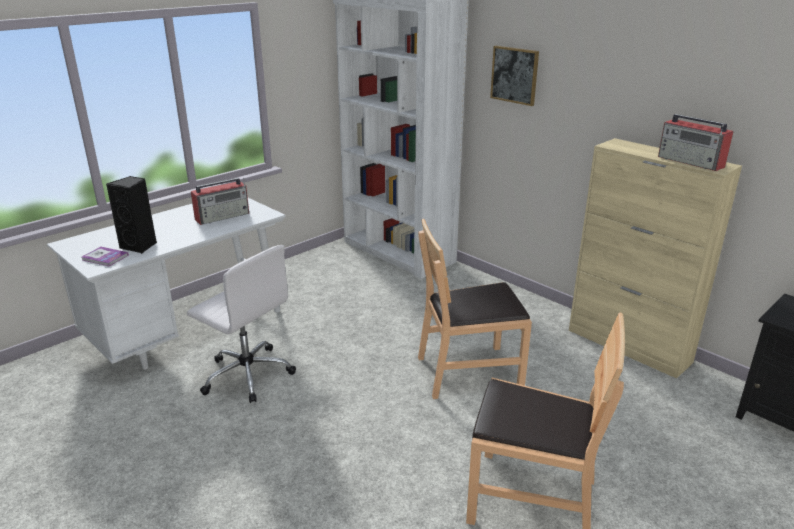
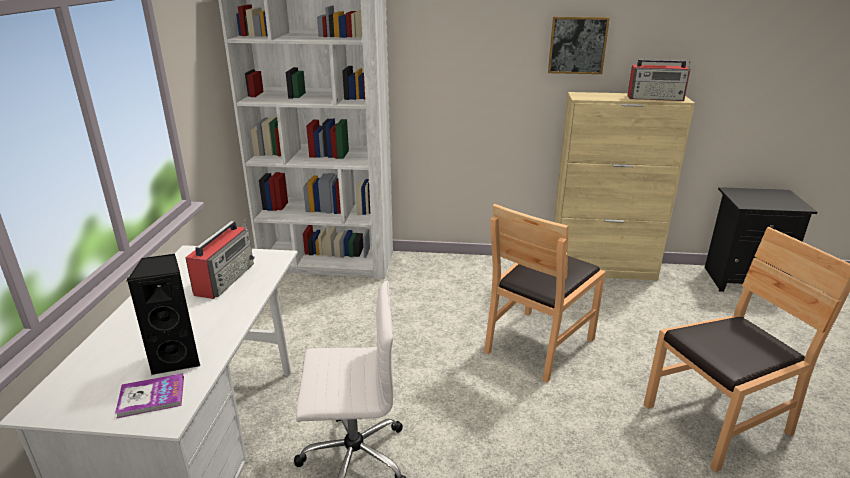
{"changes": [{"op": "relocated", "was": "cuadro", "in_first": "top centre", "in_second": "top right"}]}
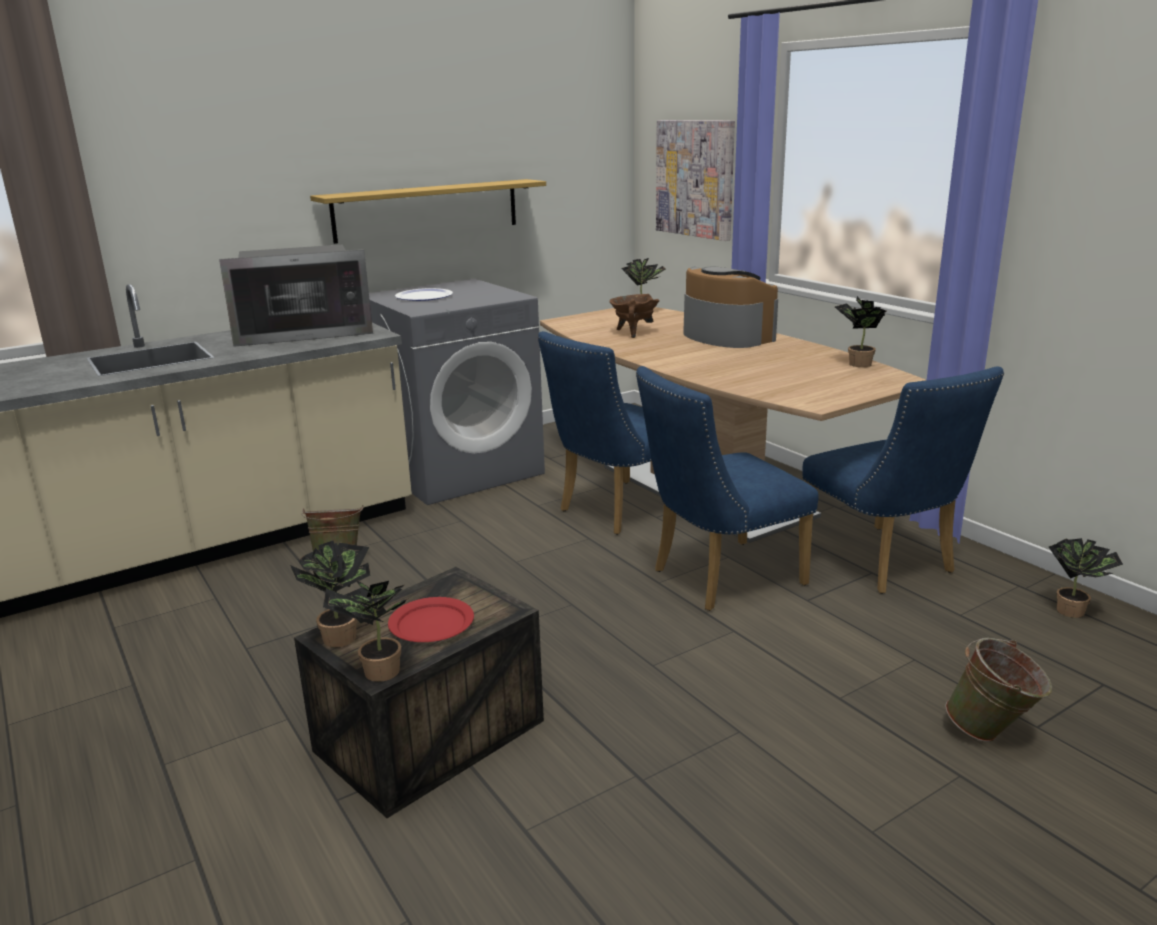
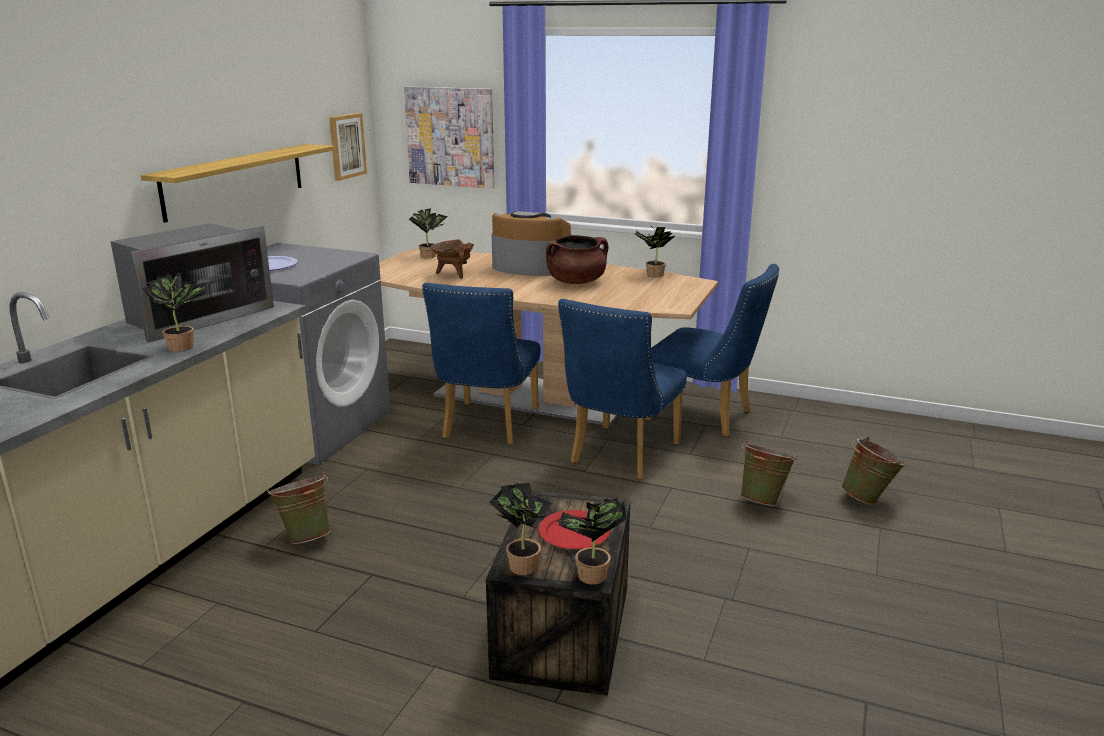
{"changes": [{"op": "relocated", "was": "planta en maceta (no. 5 from left in the first image)", "now": "planta en maceta (no. 1 from left)", "in_first": "middle right", "in_second": "middle left"}, {"op": "appeared", "now": "cuadro (no. 1 from left)", "in_second": "top left"}, {"op": "appeared", "now": "olla (marrón) (no. 2 from left)", "in_second": "centre"}, {"op": "appeared", "now": "cubo (verde) (no. 2 from left)", "in_second": "middle right"}]}
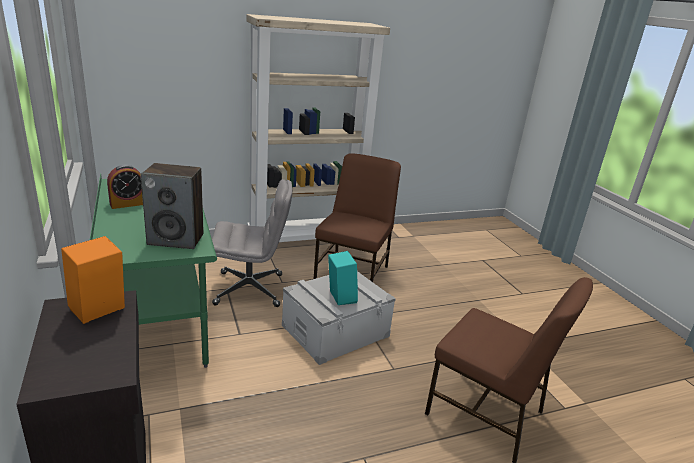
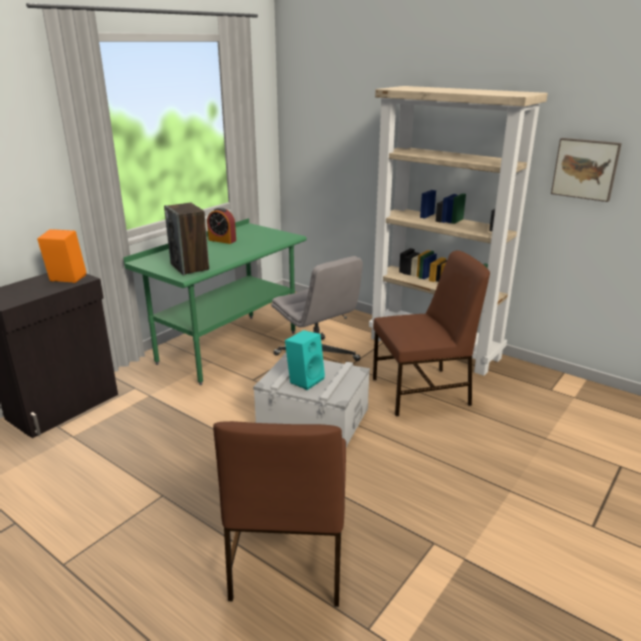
{"changes": [{"op": "appeared", "now": "cuadro", "in_second": "top right"}]}
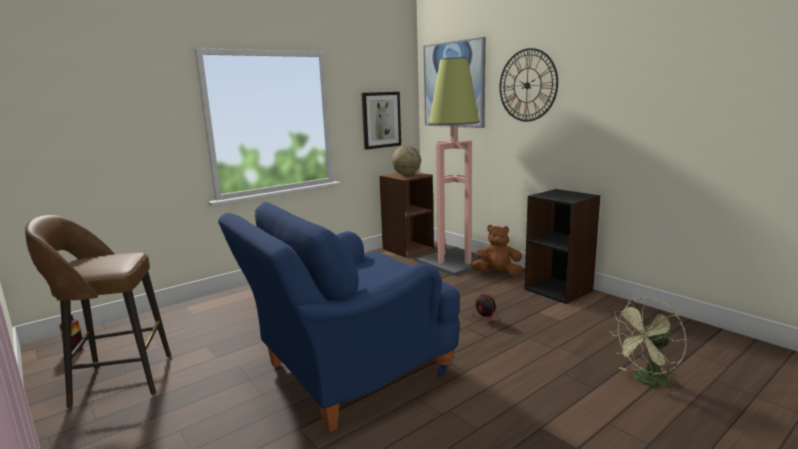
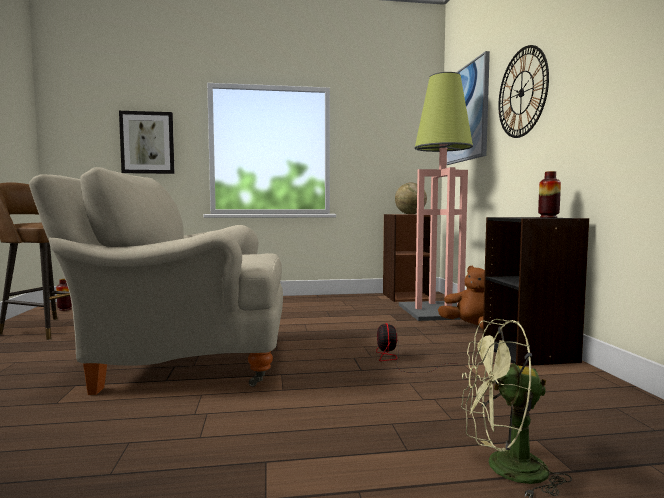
{"changes": [{"op": "relocated", "was": "cuadro (no. 1 from left)", "in_first": "top centre", "in_second": "top left"}, {"op": "colour", "was": "sillón (azul)", "now": "sillón (beis)", "in_first": "bottom centre", "in_second": "middle left"}, {"op": "appeared", "now": "florero (no. 2 from left)", "in_second": "middle right"}]}
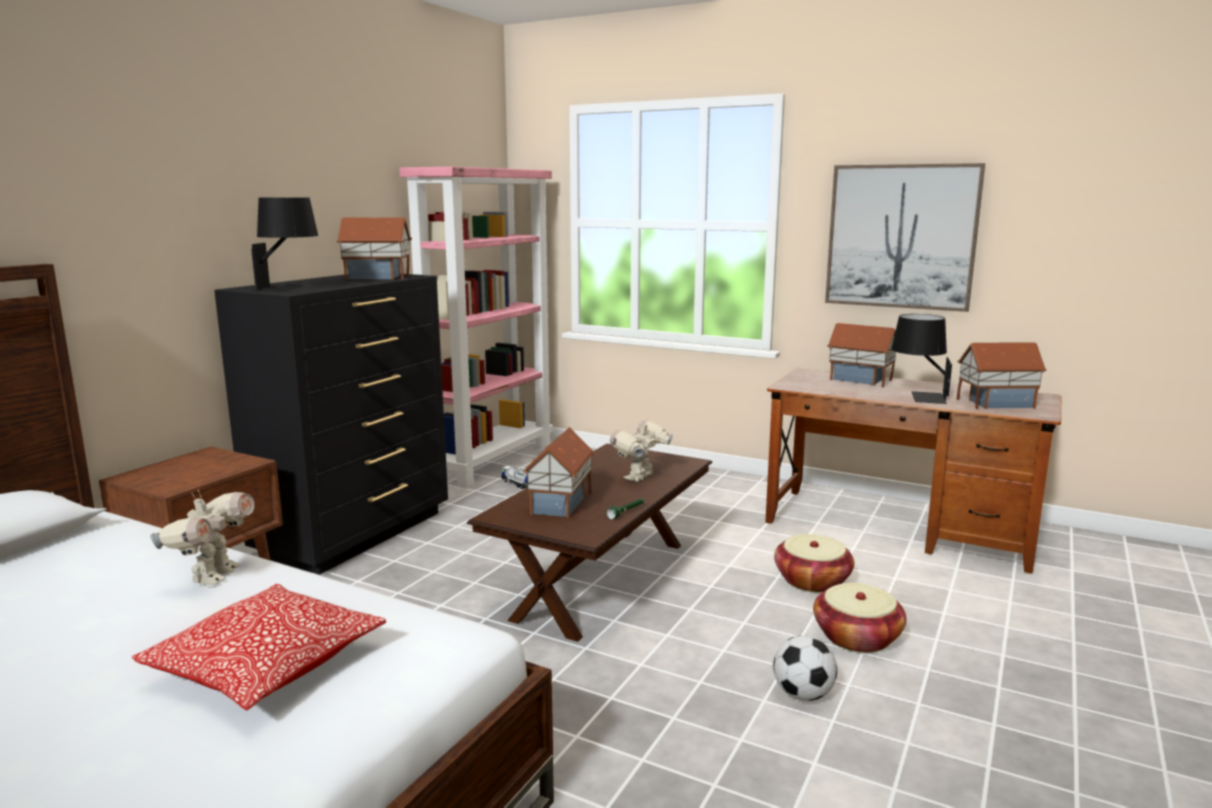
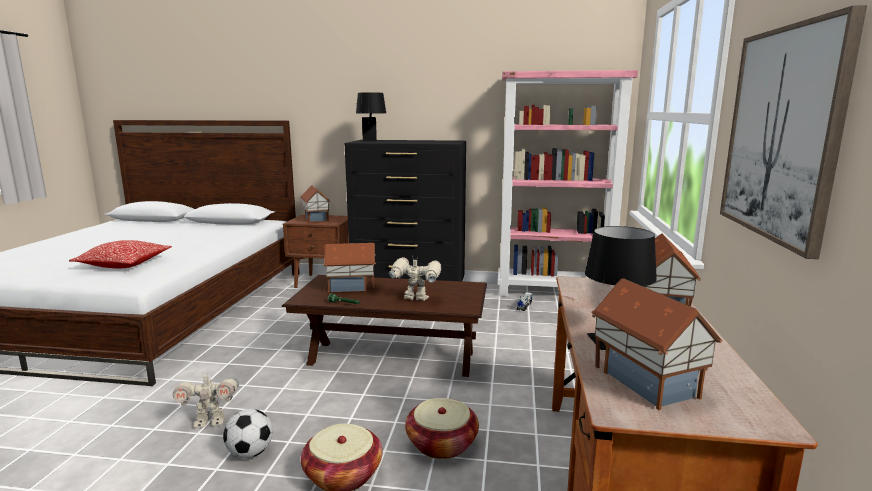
{"changes": [{"op": "relocated", "was": "casita (no. 1 from left)", "in_first": "top left", "in_second": "centre"}, {"op": "relocated", "was": "robot de juguete (no. 1 from left)", "in_first": "middle left", "in_second": "bottom left"}]}
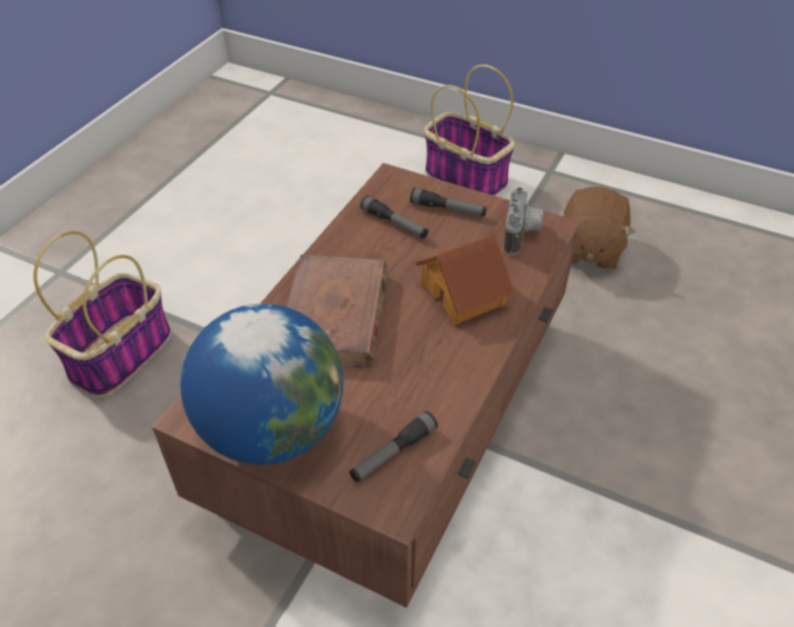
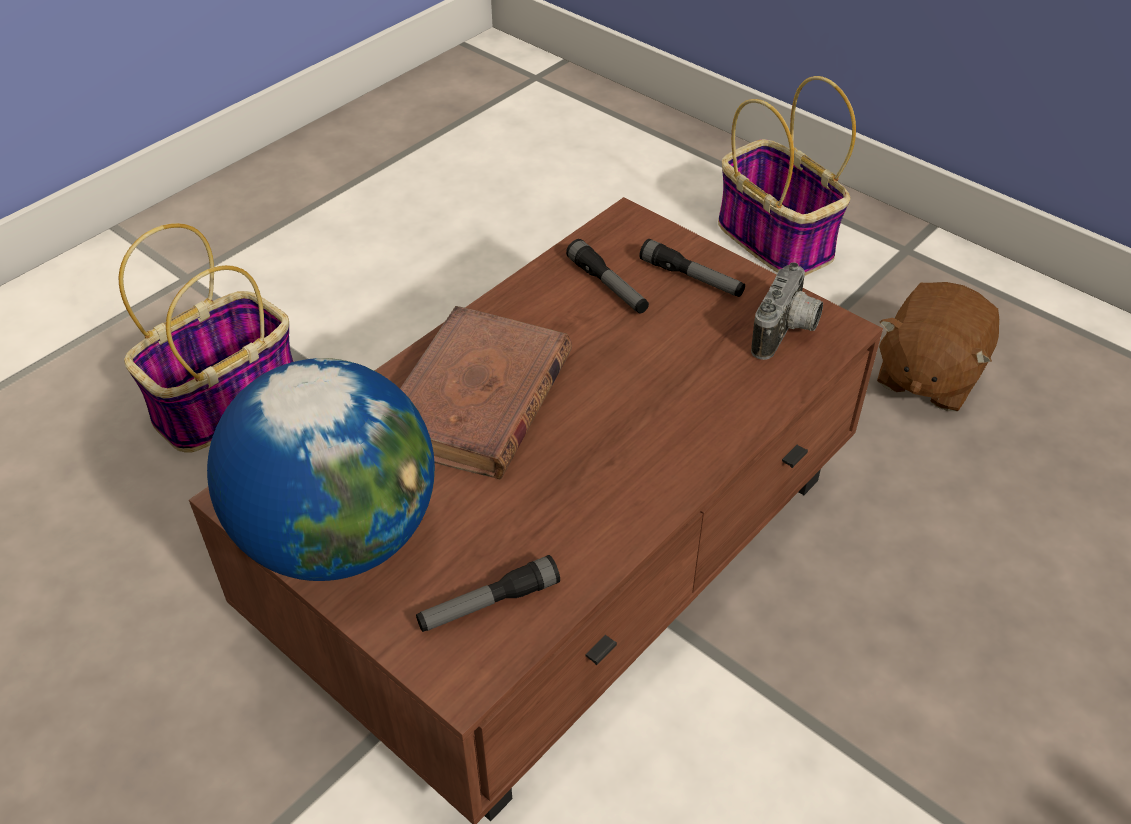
{"changes": [{"op": "missing", "was": "casita", "in_first": "centre"}]}
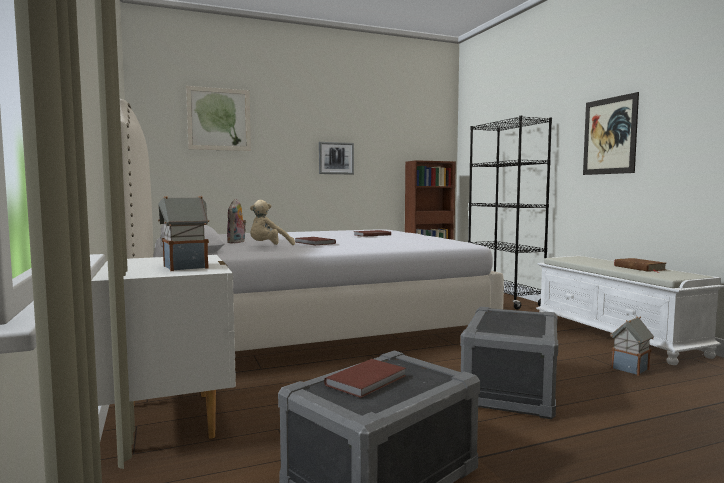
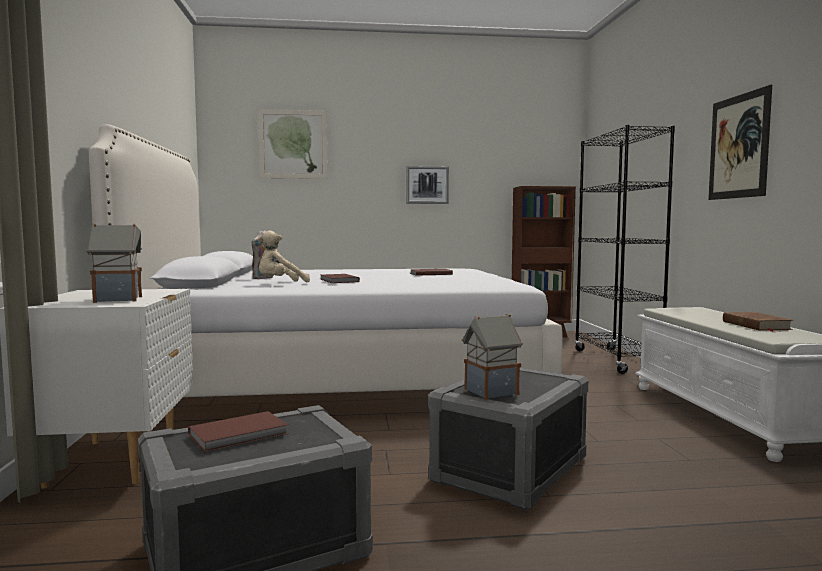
{"changes": [{"op": "relocated", "was": "casita (no. 2 from left)", "in_first": "bottom right", "in_second": "centre"}]}
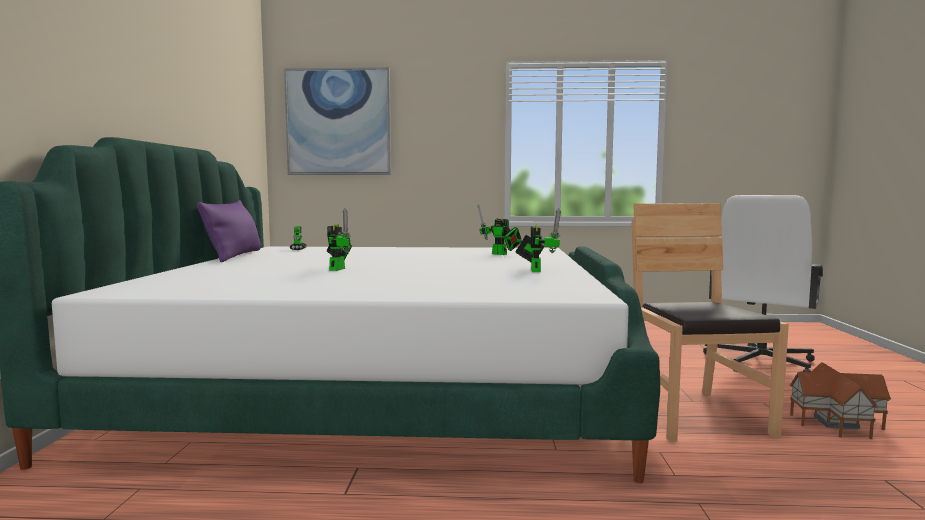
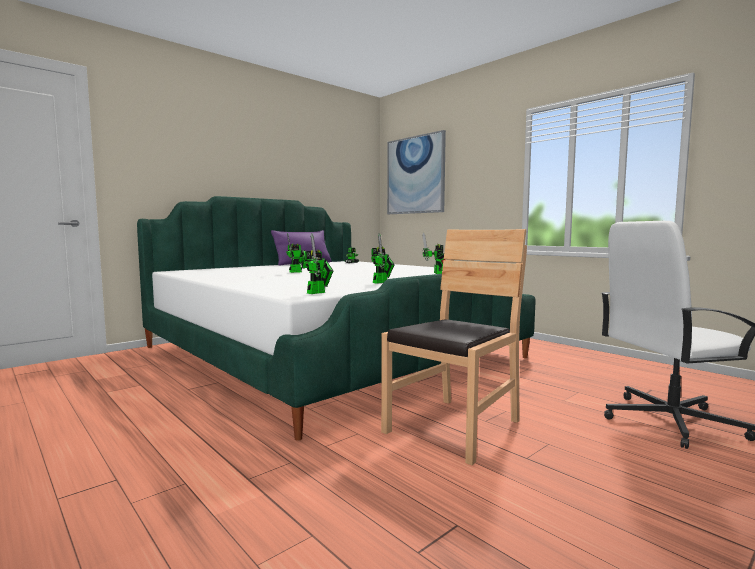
{"changes": [{"op": "missing", "was": "casita", "in_first": "bottom right"}, {"op": "appeared", "now": "robot de juguete (no. 2 from left)", "in_second": "centre"}]}
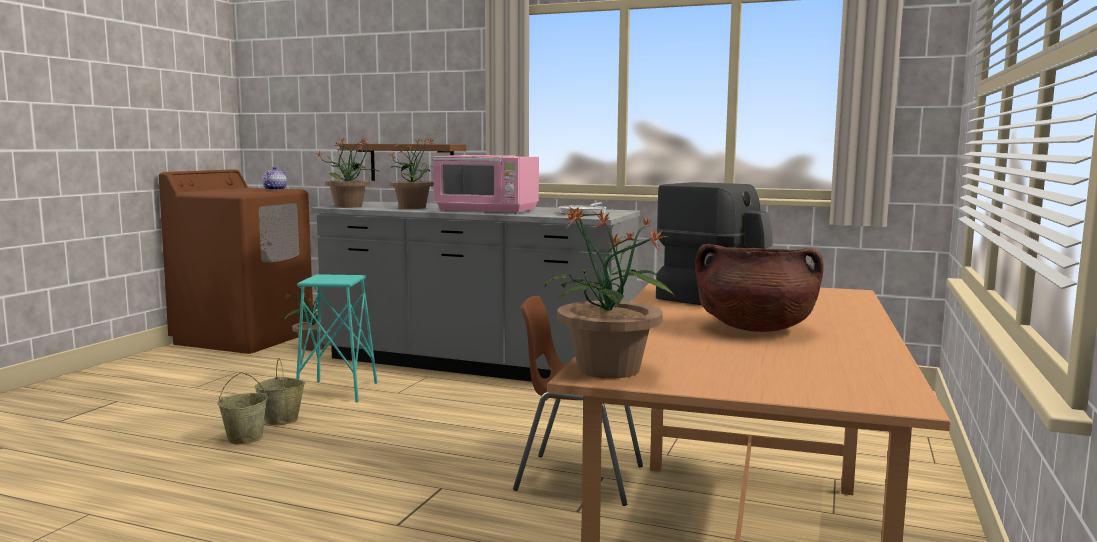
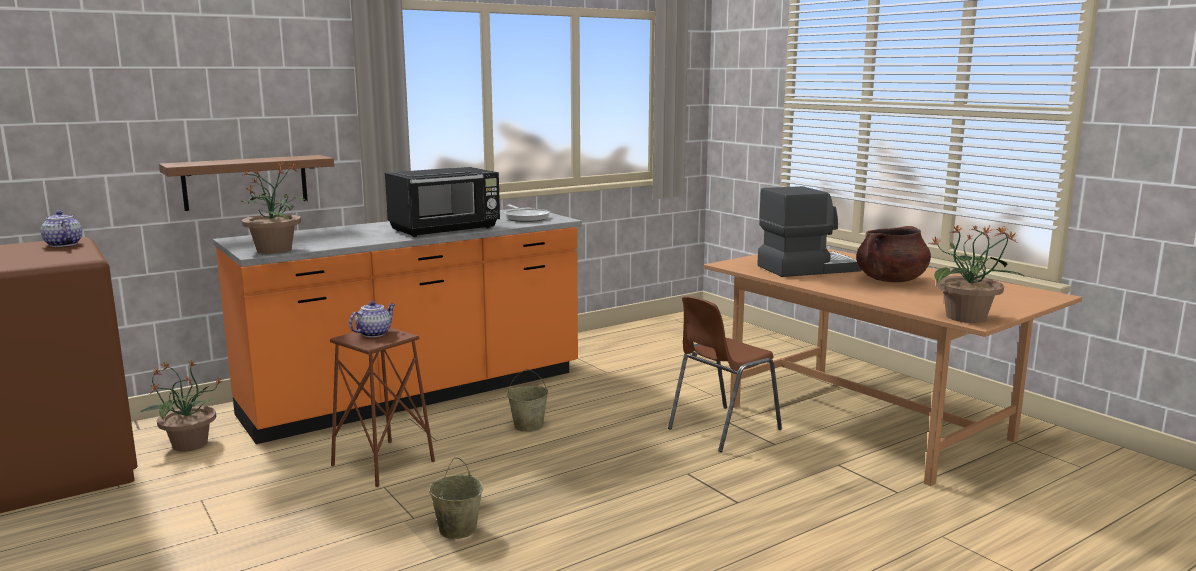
{"changes": [{"op": "missing", "was": "planta en maceta (no. 3 from left)", "in_first": "top centre"}, {"op": "colour", "was": "microondas (rosa)", "now": "microondas (negro)", "in_first": "centre", "in_second": "centre"}, {"op": "colour", "was": "mueble bajo de cocina (gris)", "now": "mueble bajo de cocina (naranja)", "in_first": "centre", "in_second": "middle left"}, {"op": "colour", "was": "taburete (turquesa)", "now": "taburete (marrón)", "in_first": "middle left", "in_second": "bottom left"}, {"op": "relocated", "was": "cubo (beis) (no. 2 from left)", "in_first": "bottom left", "in_second": "bottom centre"}, {"op": "appeared", "now": "tetera (no. 2 from left)", "in_second": "middle left"}]}
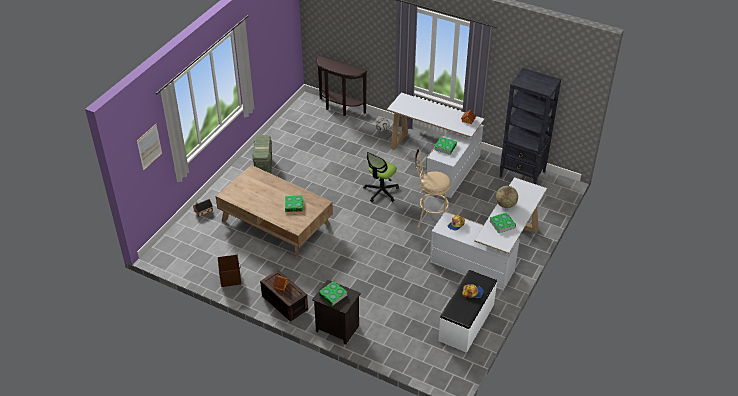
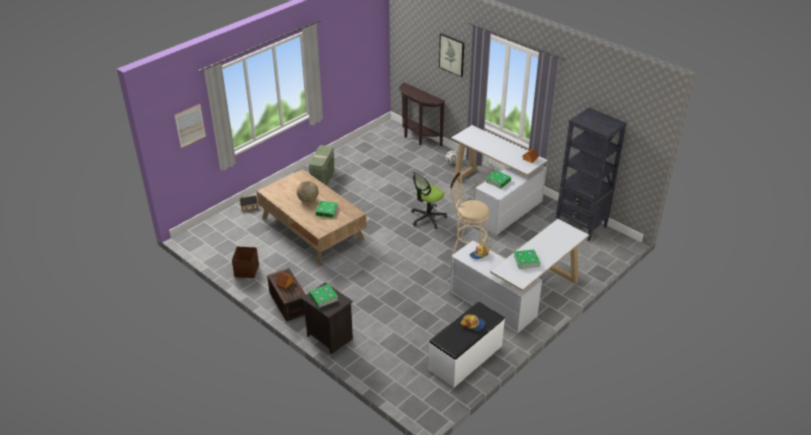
{"changes": [{"op": "relocated", "was": "globo terráqueo", "in_first": "middle right", "in_second": "centre"}, {"op": "appeared", "now": "cuadro (no. 2 from left)", "in_second": "top centre"}]}
